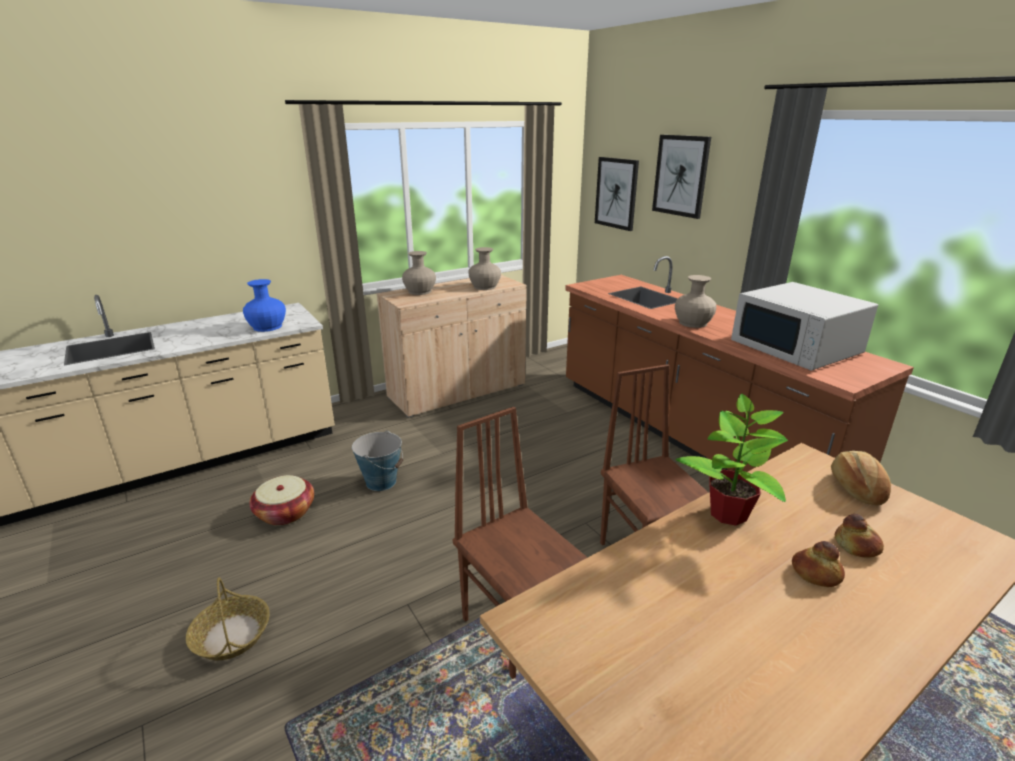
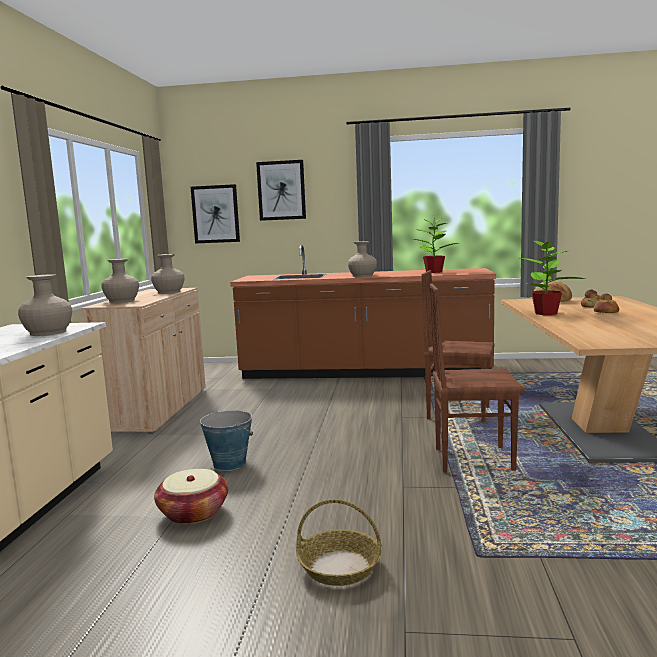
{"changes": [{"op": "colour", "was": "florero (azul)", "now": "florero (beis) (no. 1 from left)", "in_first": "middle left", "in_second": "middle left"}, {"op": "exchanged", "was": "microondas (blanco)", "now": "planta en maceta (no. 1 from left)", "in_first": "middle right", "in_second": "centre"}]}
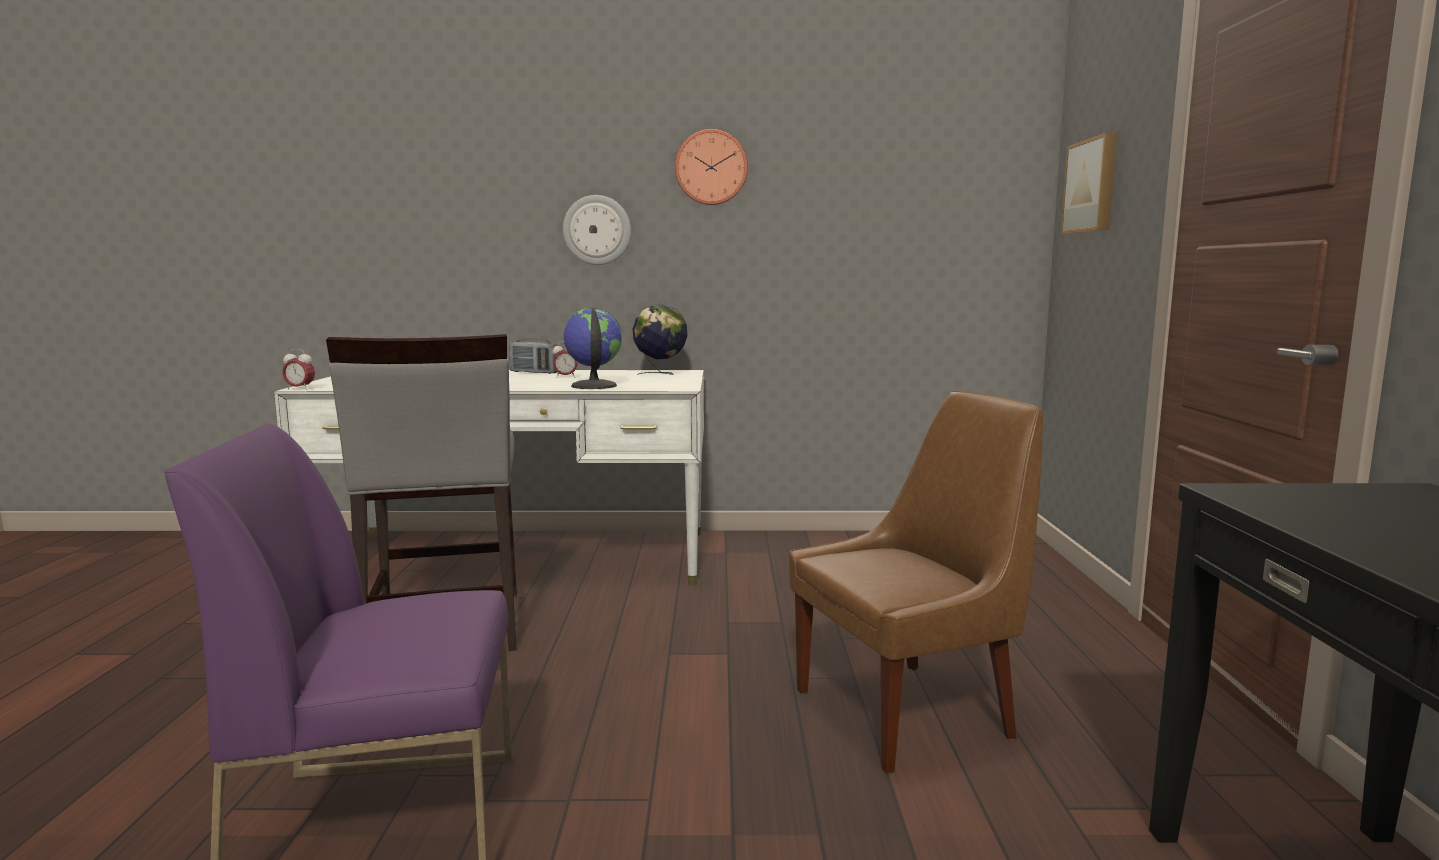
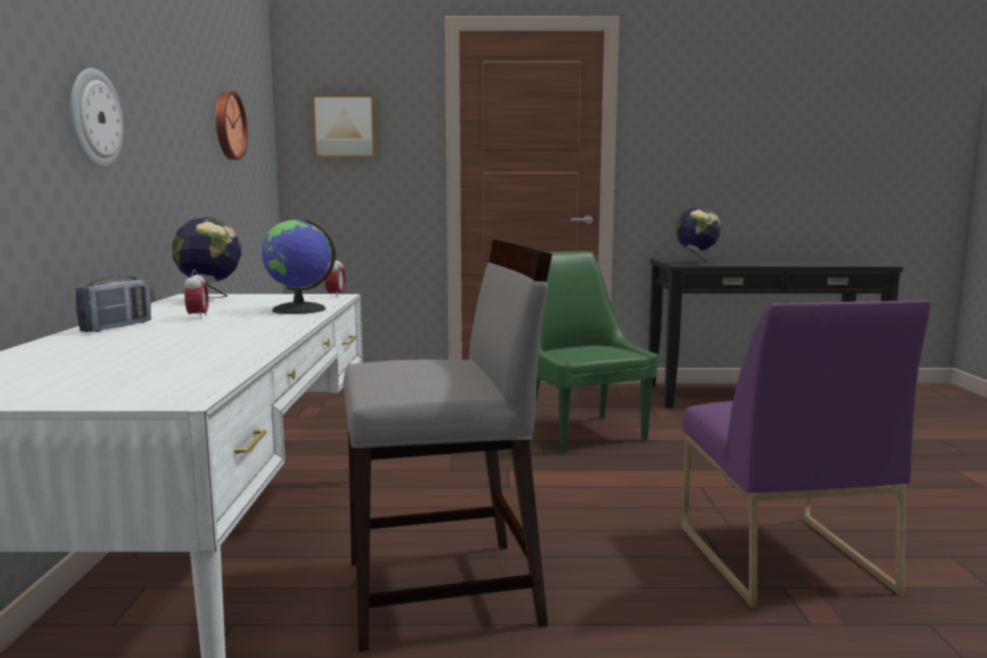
{"changes": [{"op": "relocated", "was": "reloj de pared (no. 2 from left)", "in_first": "top centre", "in_second": "top left"}, {"op": "relocated", "was": "despertador (no. 1 from left in the first image)", "now": "despertador (no. 2 from left)", "in_first": "middle left", "in_second": "centre"}, {"op": "colour", "was": "silla (marrón)", "now": "silla (verde)", "in_first": "bottom centre", "in_second": "centre"}, {"op": "appeared", "now": "globo terráqueo (no. 3 from left)", "in_second": "middle right"}]}
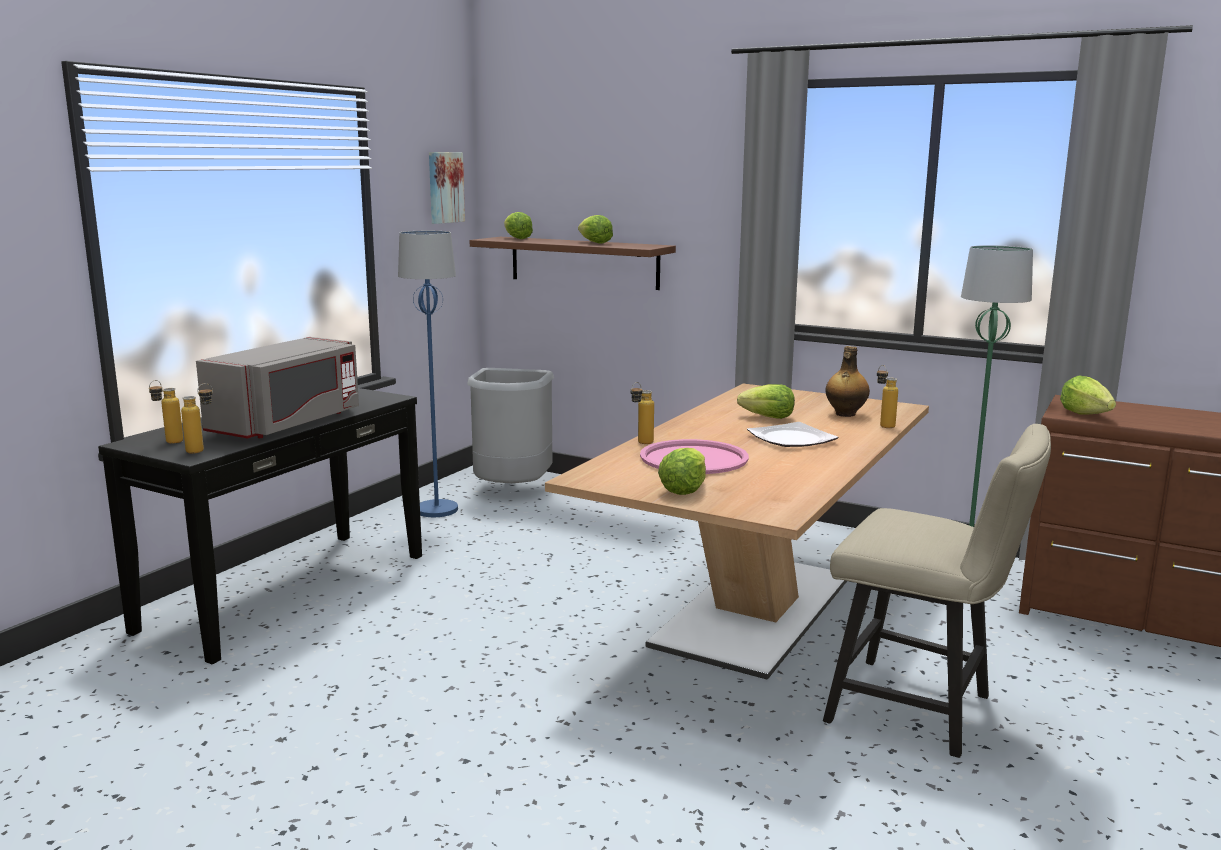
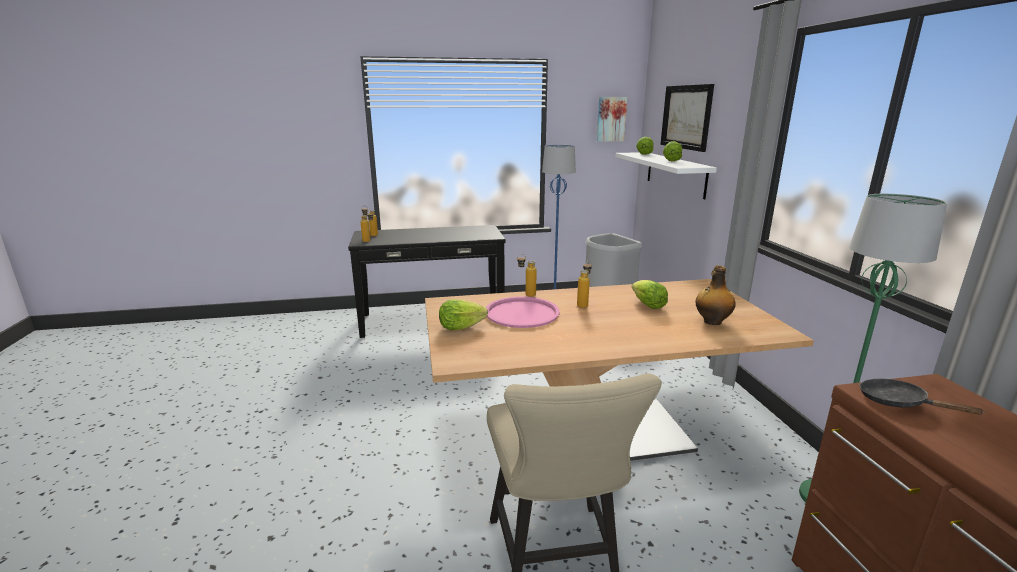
{"changes": [{"op": "colour", "was": "estante (marrón)", "now": "estante (blanco)", "in_first": "top centre", "in_second": "top centre"}, {"op": "missing", "was": "microondas (gris)", "in_first": "middle left"}, {"op": "relocated", "was": "botella (no. 5 from left in the first image)", "now": "botella (no. 4 from left)", "in_first": "middle right", "in_second": "centre"}, {"op": "exchanged", "was": "lechuga (no. 5 from left)", "now": "sartén (negro)", "in_first": "middle right", "in_second": "bottom right"}, {"op": "missing", "was": "plato", "in_first": "centre"}, {"op": "appeared", "now": "cuadro (no. 2 from left)", "in_second": "top right"}]}
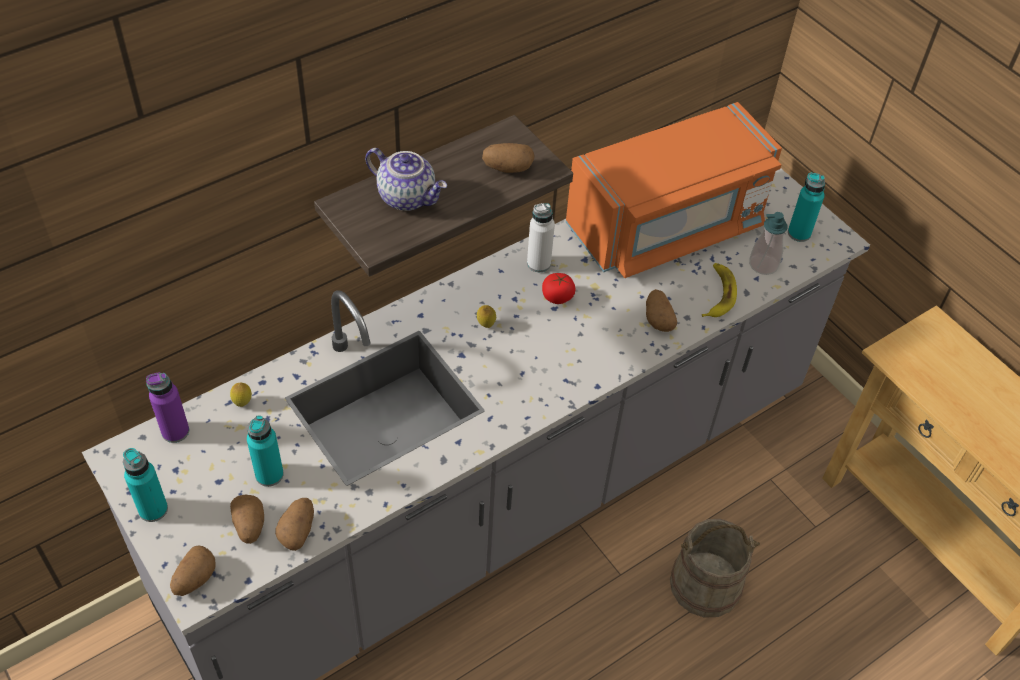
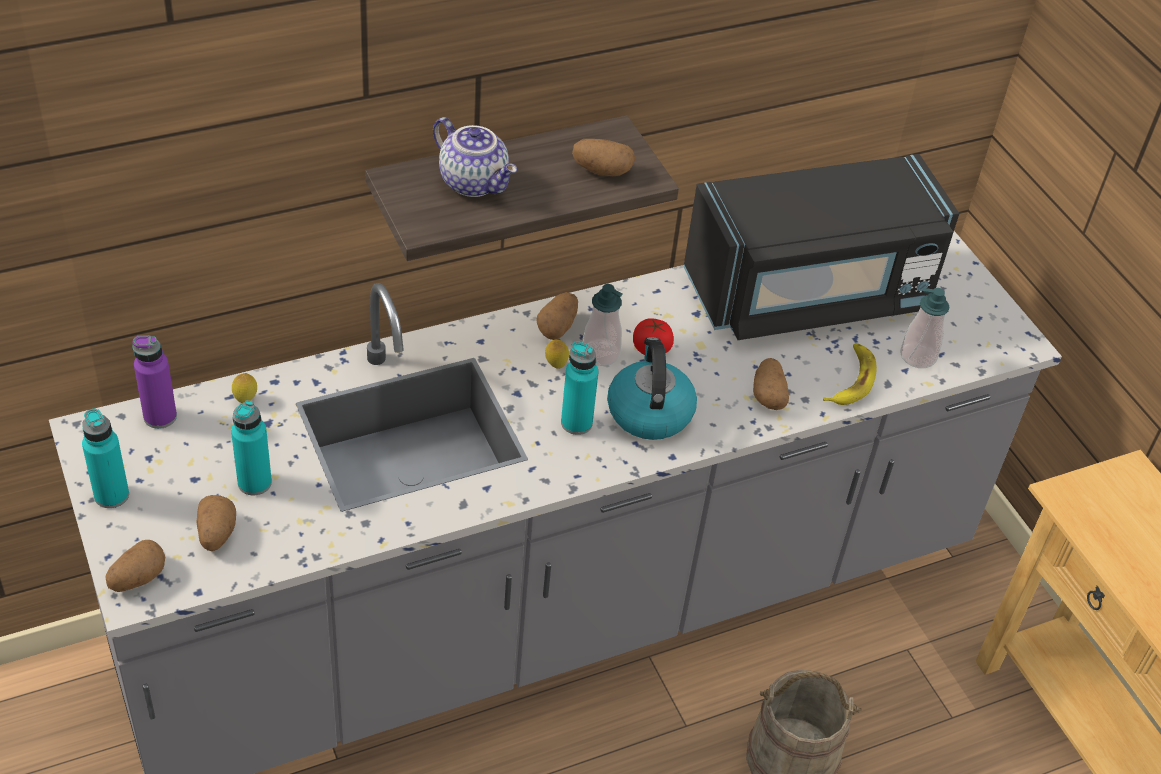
{"changes": [{"op": "colour", "was": "microondas (naranja)", "now": "microondas (negro)", "in_first": "top centre", "in_second": "top right"}, {"op": "relocated", "was": "botella (turquesa) (no. 3 from left)", "in_first": "top right", "in_second": "centre"}, {"op": "missing", "was": "botella (blanco)", "in_first": "centre"}, {"op": "relocated", "was": "patata (no. 3 from left)", "in_first": "bottom left", "in_second": "centre"}, {"op": "appeared", "now": "dispensador de jabón (no. 1 from left)", "in_second": "centre"}, {"op": "appeared", "now": "hervidor", "in_second": "centre"}]}
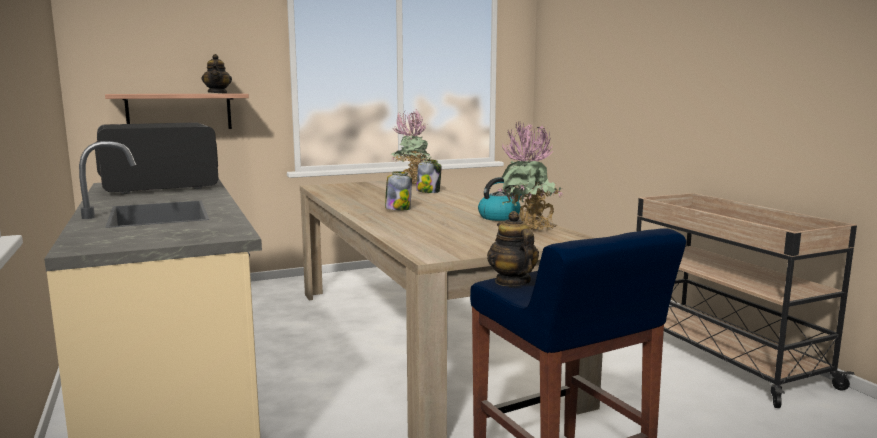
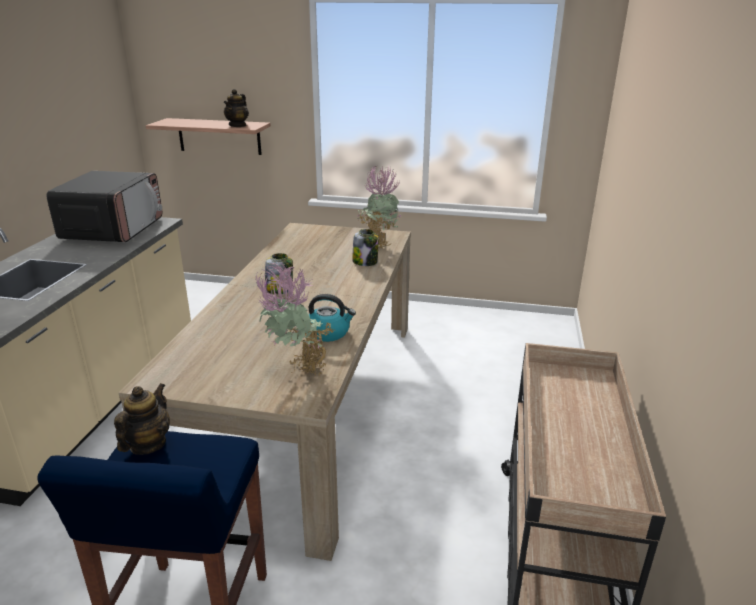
{"changes": [{"op": "spun", "was": "microondas", "in_first": "middle left", "in_second": "middle left", "clockwise": 90}]}
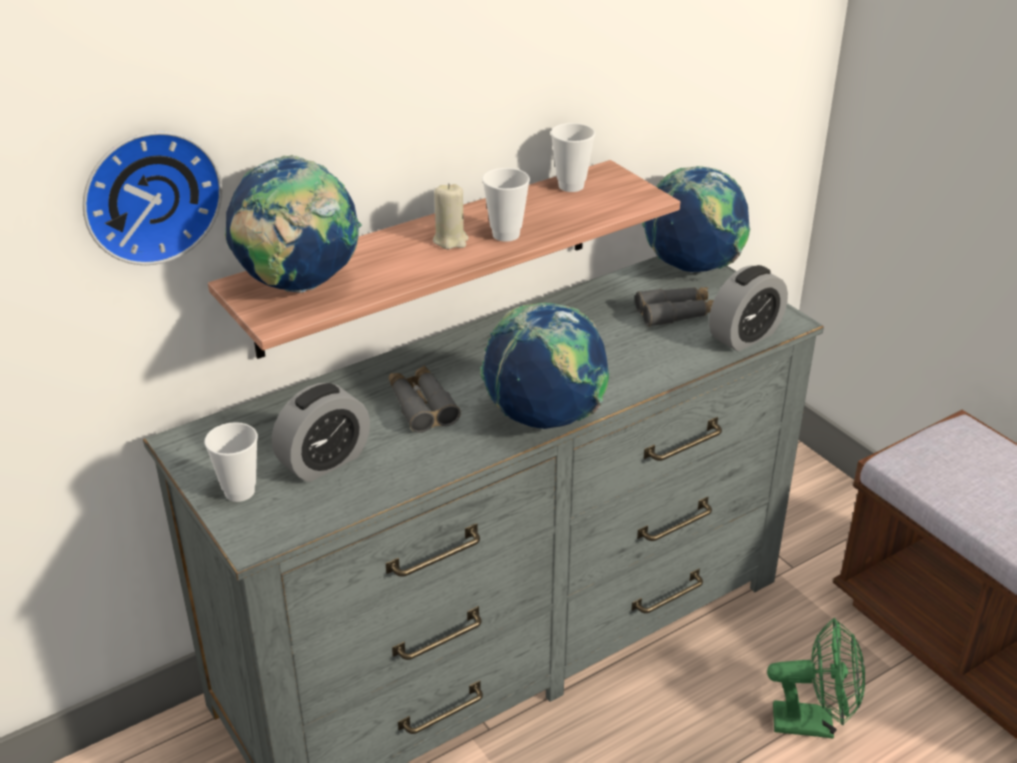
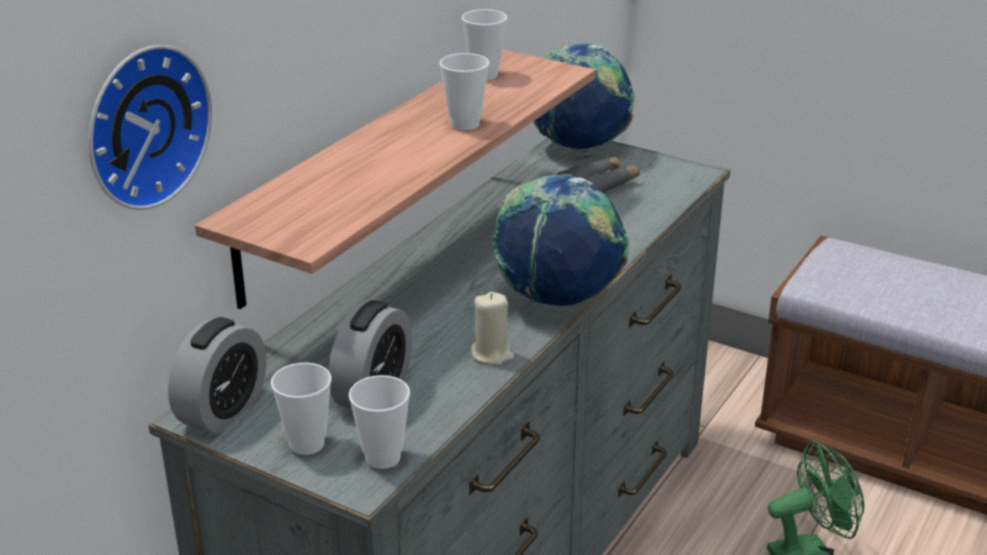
{"changes": [{"op": "missing", "was": "globo terráqueo (no. 1 from left)", "in_first": "top left"}, {"op": "relocated", "was": "vela (beis)", "in_first": "top centre", "in_second": "centre"}, {"op": "relocated", "was": "despertador (no. 2 from left in the first image)", "now": "despertador (no. 1 from left)", "in_first": "middle right", "in_second": "bottom left"}, {"op": "missing", "was": "prismáticos (gris) (no. 1 from left)", "in_first": "centre"}, {"op": "appeared", "now": "taza (no. 2 from left)", "in_second": "bottom centre"}]}
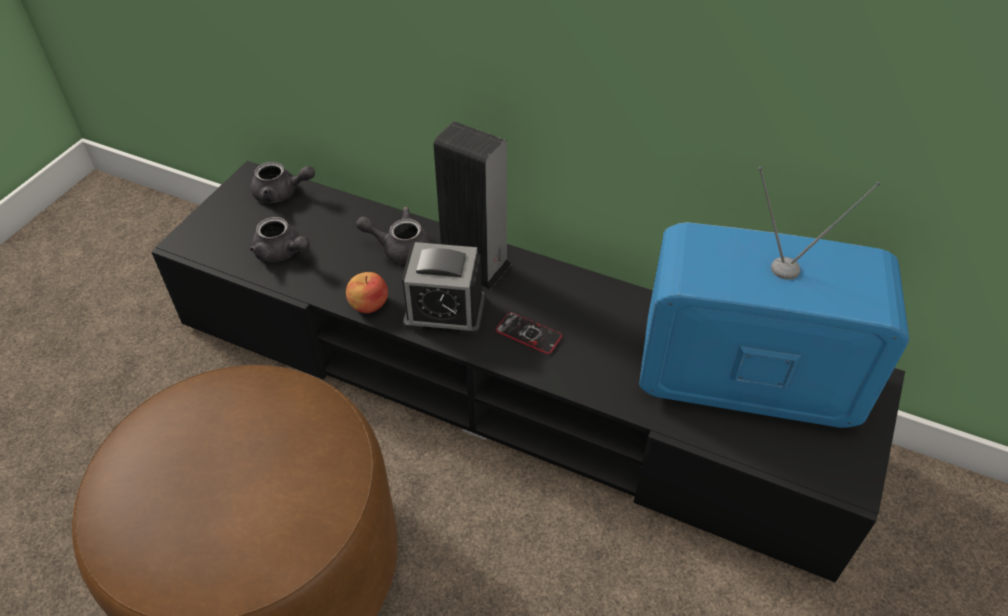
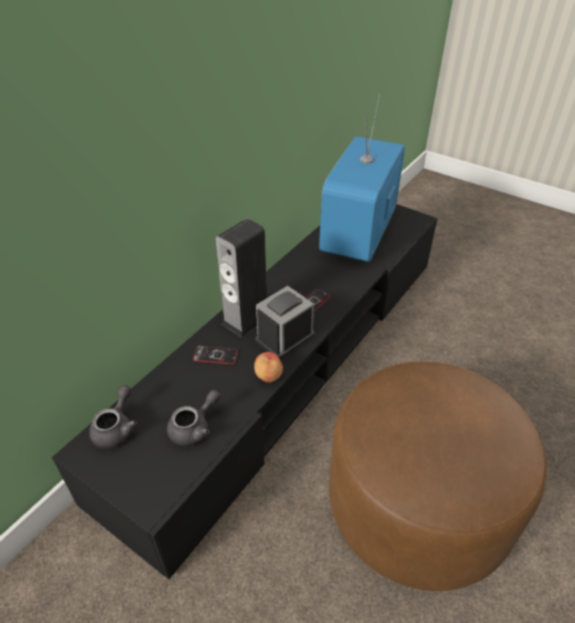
{"changes": [{"op": "exchanged", "was": "tetera (gris) (no. 3 from left)", "now": "móvil (no. 1 from left)", "in_first": "centre", "in_second": "centre"}, {"op": "spun", "was": "despertador", "in_first": "centre", "in_second": "centre", "clockwise": -150}]}
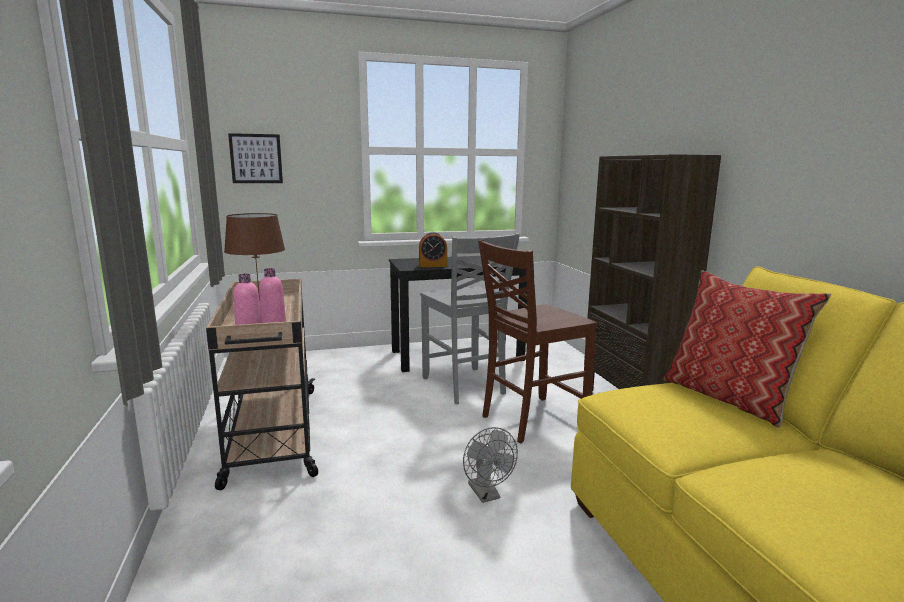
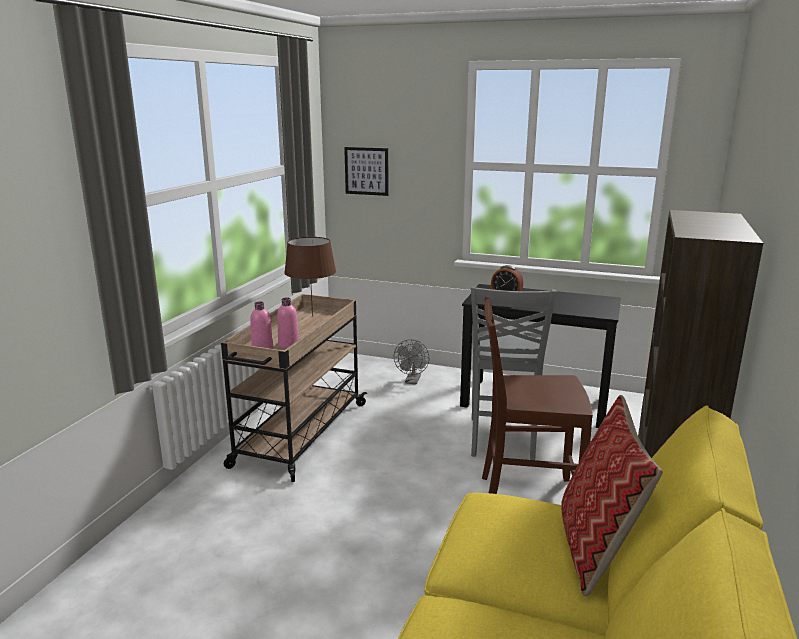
{"changes": [{"op": "relocated", "was": "ventilador (gris)", "in_first": "bottom centre", "in_second": "centre"}]}
